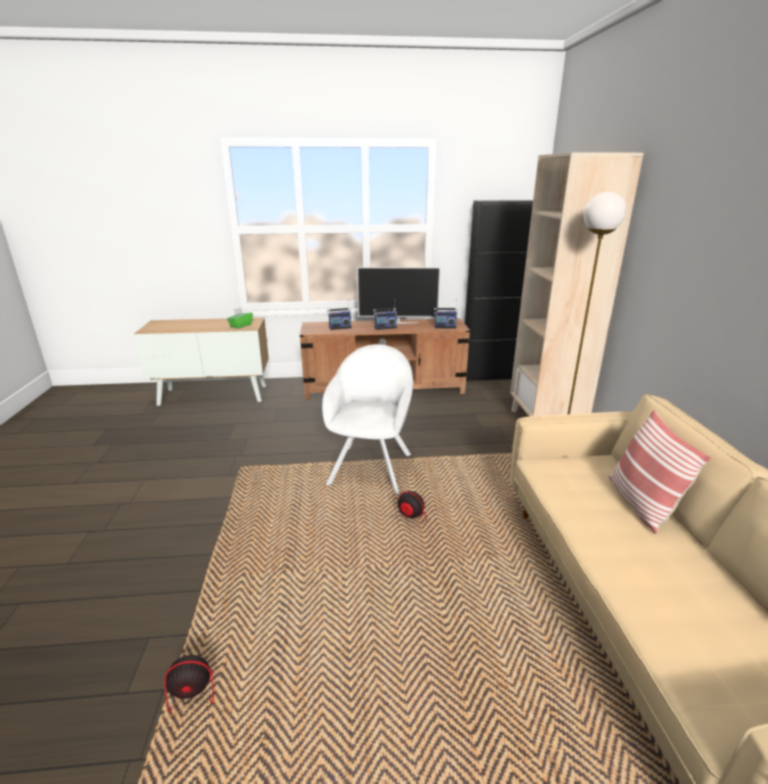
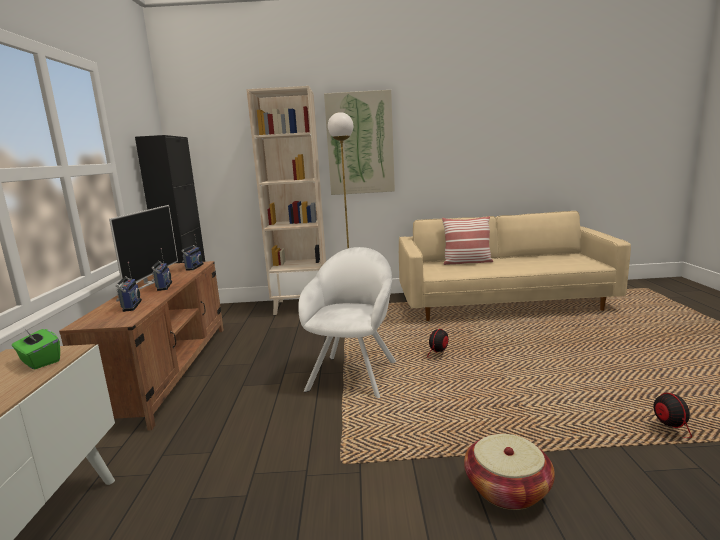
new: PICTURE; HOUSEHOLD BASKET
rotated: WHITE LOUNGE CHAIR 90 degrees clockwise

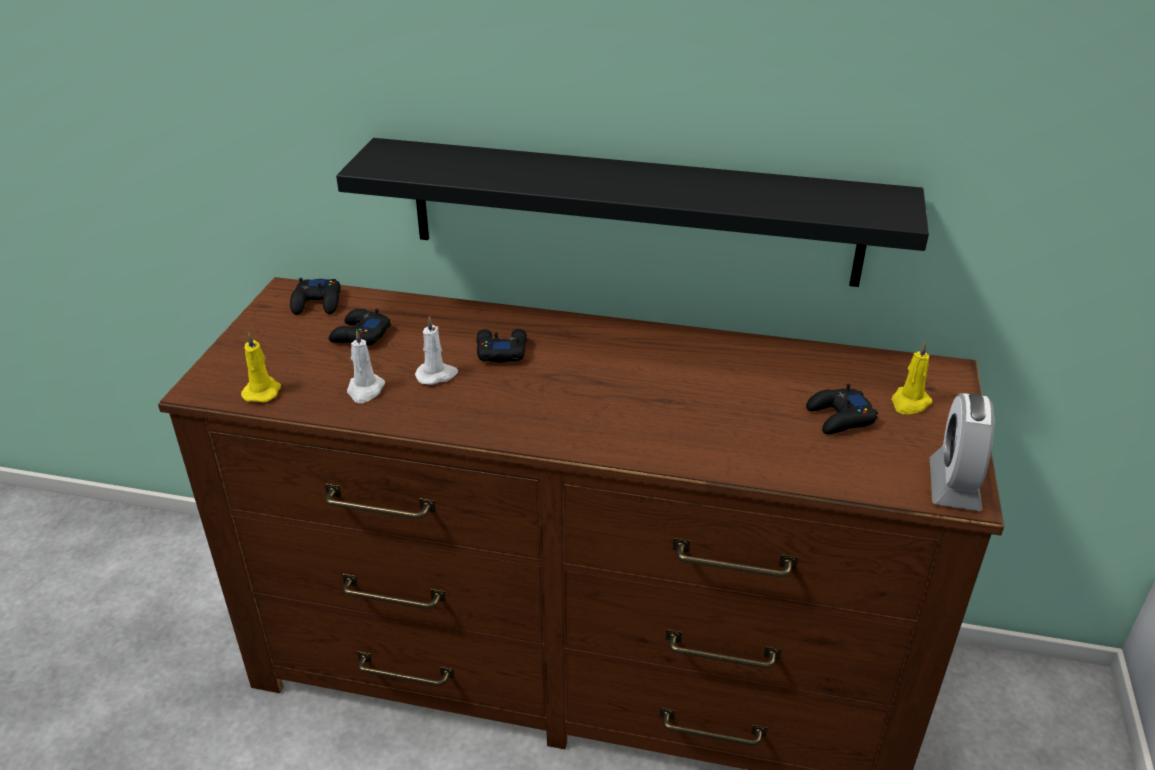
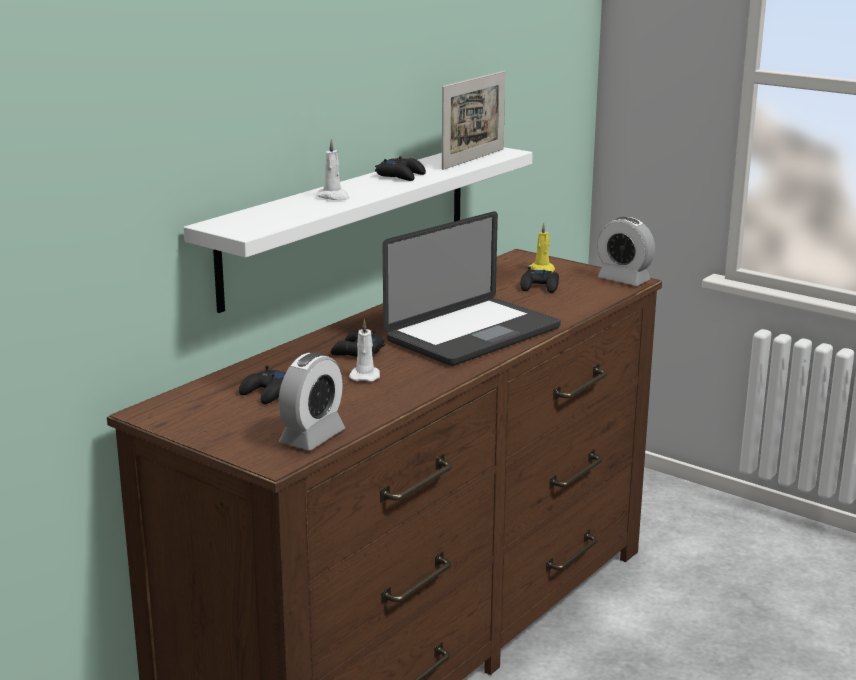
new: PICTURE FRAME; PORTABLE COMPUTER
shifted: BLACK-COLOURED GAME CONTROLLER (no. 1 from left in the first image) to BLACK-COLOURED GAME CONTROLLER (no. 3 from left); WHITE WAX LIGHT (no. 1 from left)
swapped: YELLOW-COLOURED WAX LIGHT (no. 1 from left) to BEDSIDE CLOCK (no. 1 from left)
repainted: BLACK-COLOURED WALL SHELF to WHITE WALL SHELF

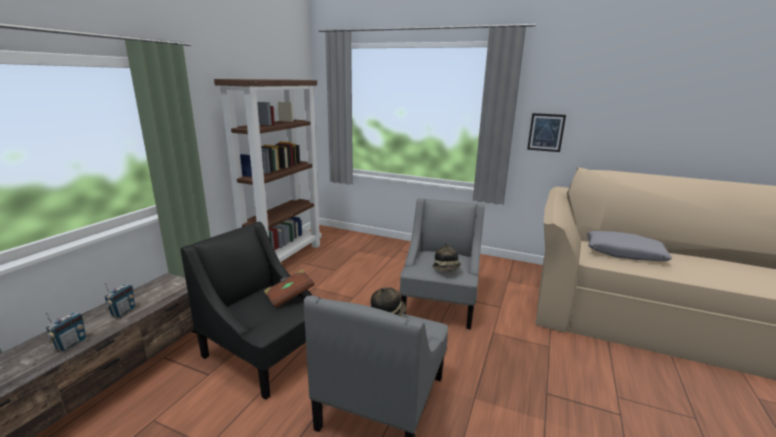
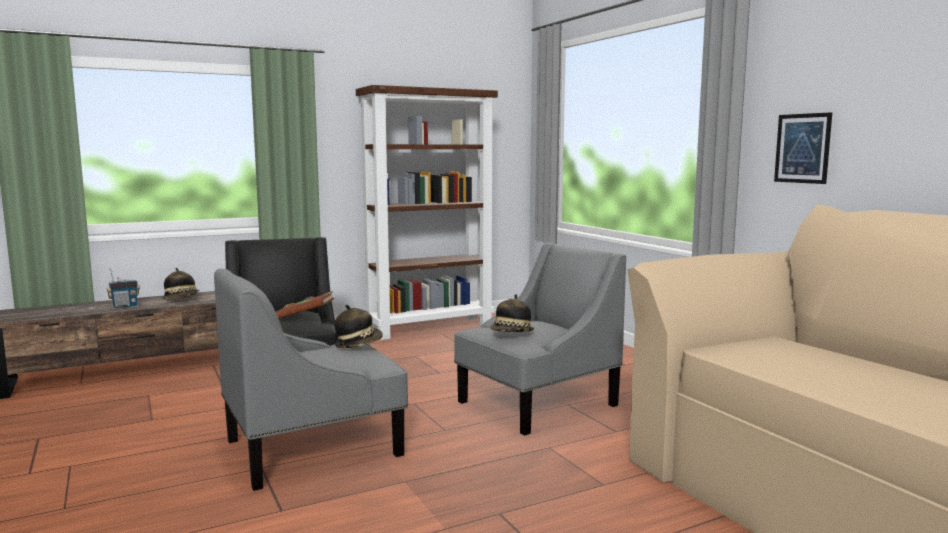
gone: GREY THROW PILLOW
swapped: RADIO (no. 2 from left) to HAT (no. 1 from left)

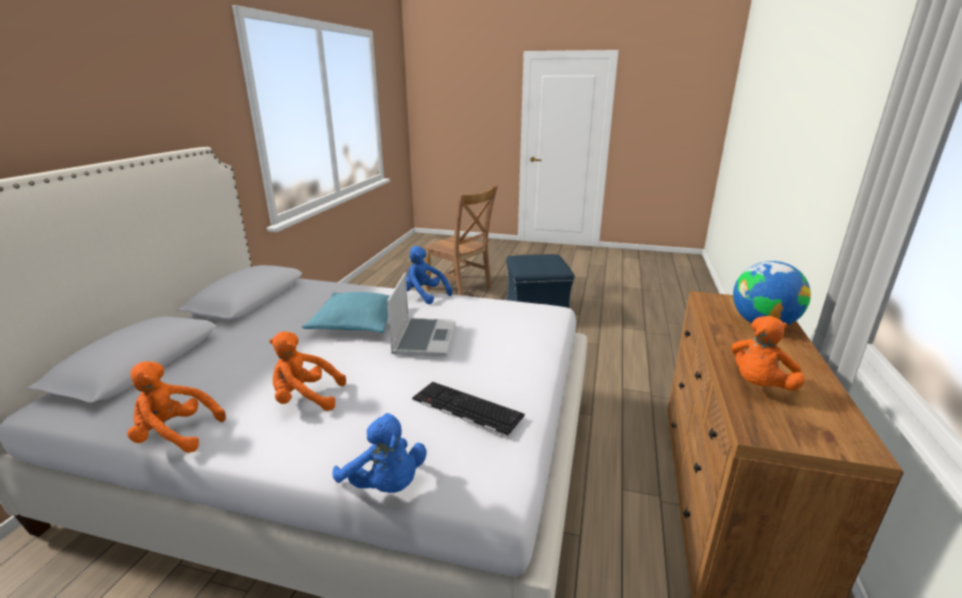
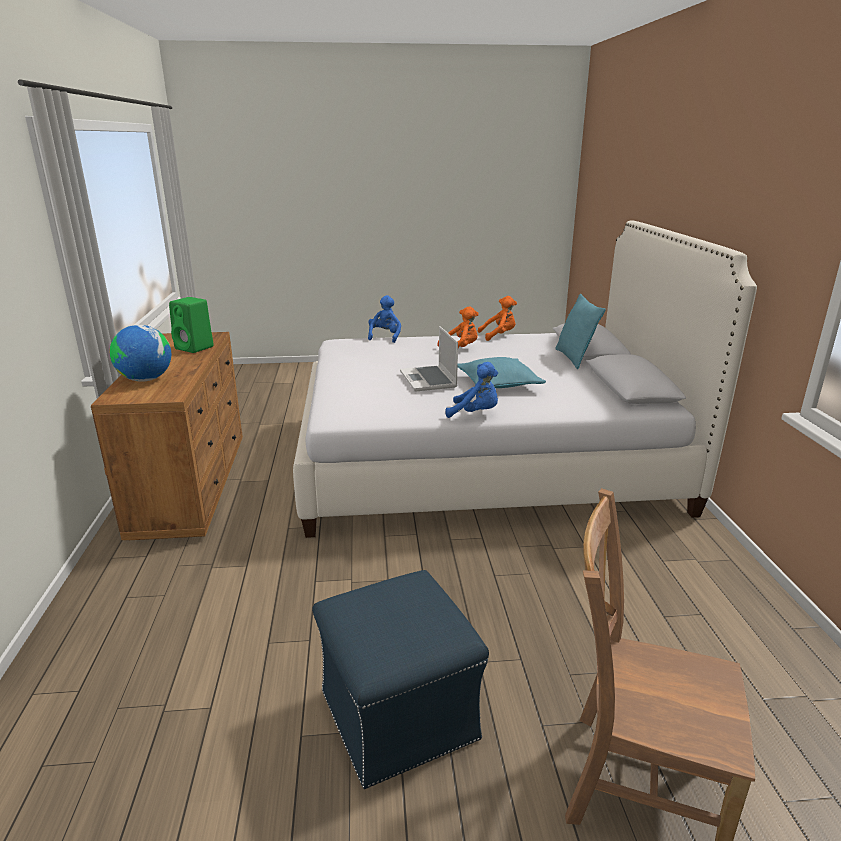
gone: COMPUTER KEYBOARD
new: TURQUOISE-COLOURED THROW PILLOW (no. 2 from left)
swapped: ORANGEY CUDDLY TOY (no. 3 from left) to GREEN SPEAKER
rotated: BLUE-COLOURED CUDDLY TOY (no. 1 from left) 75 degrees clockwise

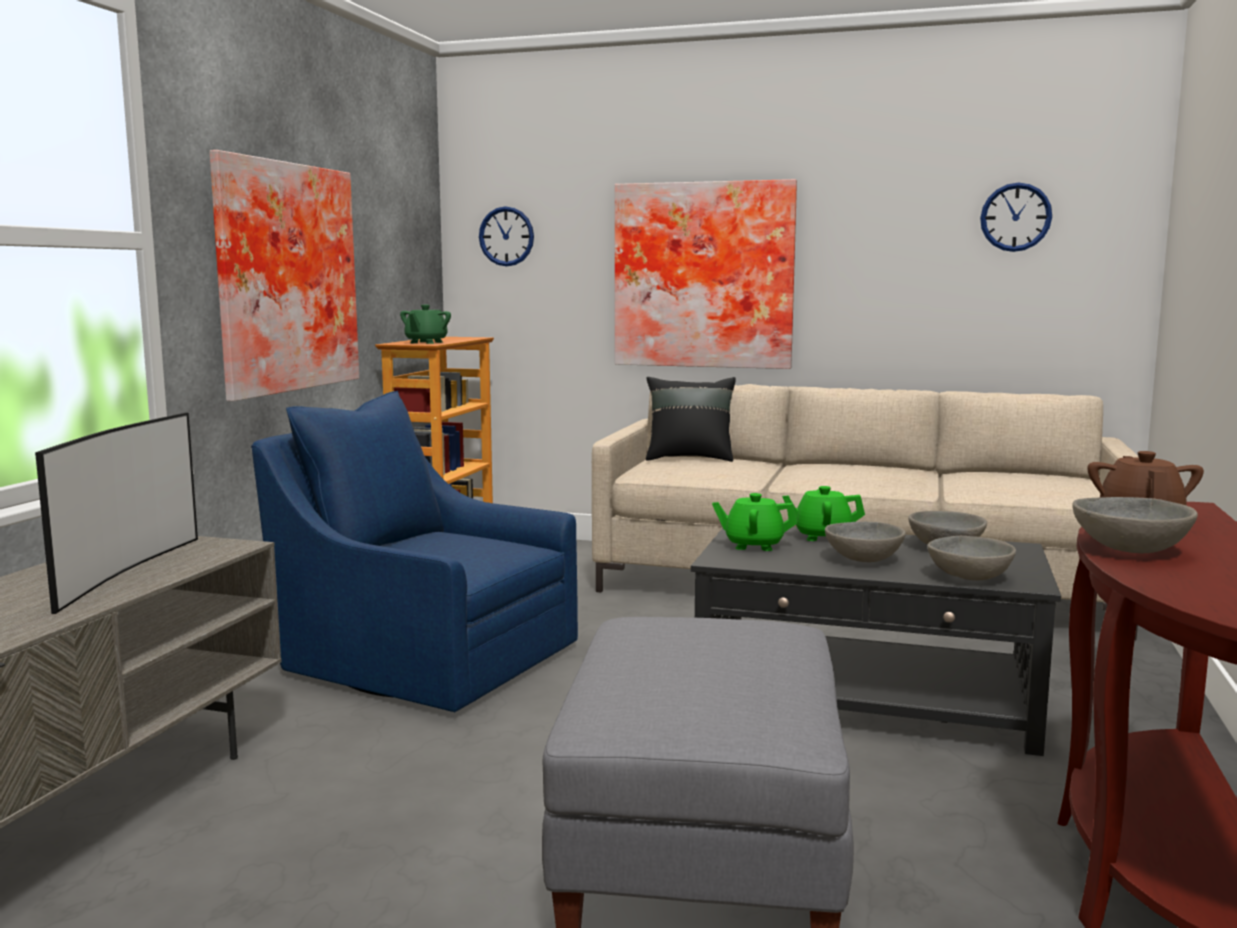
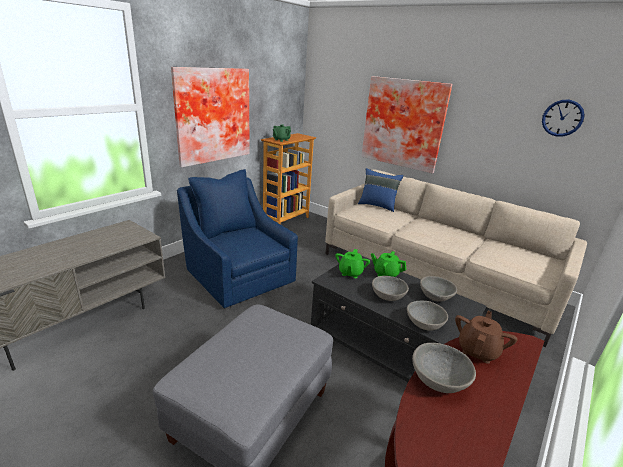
gone: HANGING CLOCK (no. 1 from left); TELEVISION
repainted: BLACK-COLOURED THROW PILLOW to BLUE-COLOURED THROW PILLOW
rotated: GREEN POT FOR TEA (no. 2 from left) 105 degrees counterclockwise

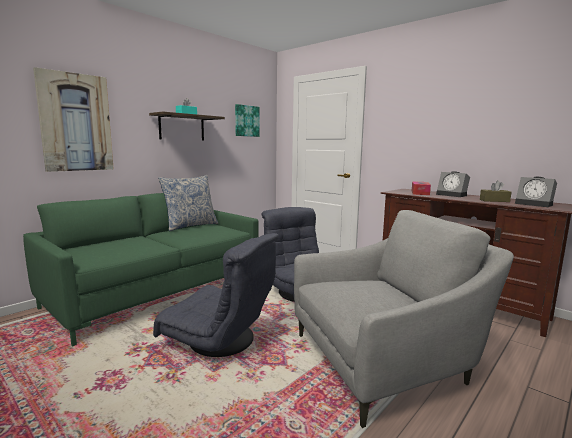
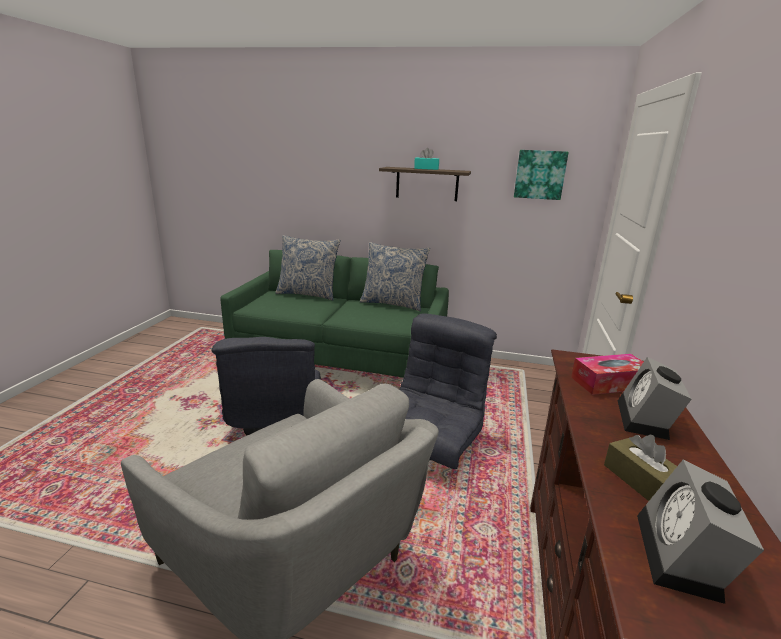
gone: PICTURE (no. 1 from left)
new: THROW PILLOW (no. 1 from left)

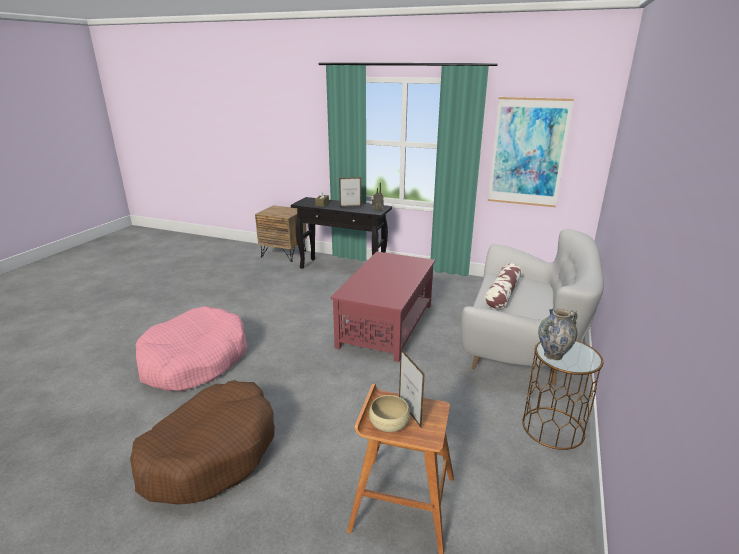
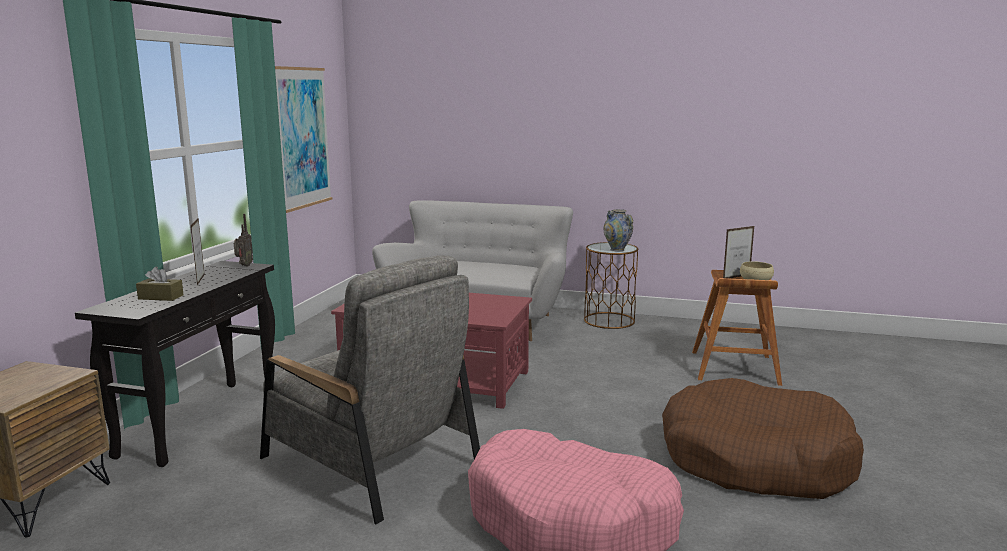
gone: THROW PILLOW
new: GREY LOUNGE CHAIR

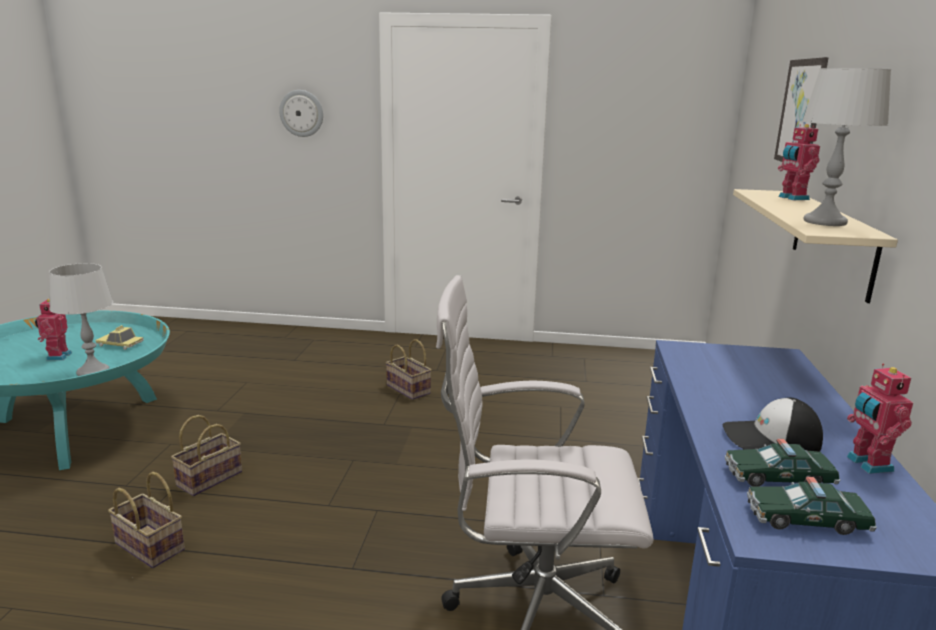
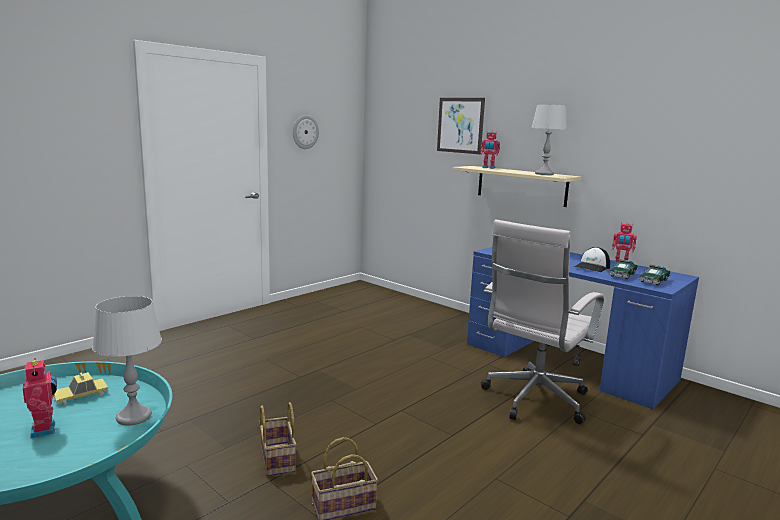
gone: HOUSEHOLD BASKET (no. 3 from left)
shifted: HANGING CLOCK
rotated: TOY ROBOT (no. 1 from left) 150 degrees counterclockwise

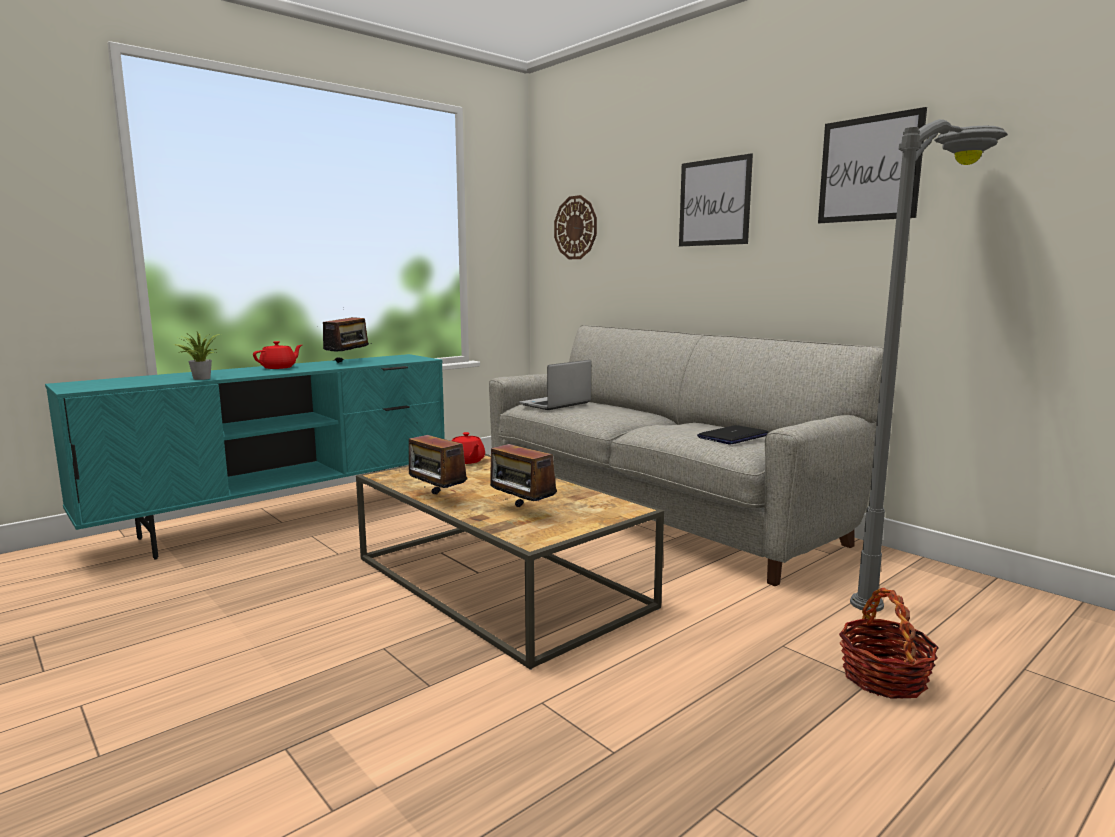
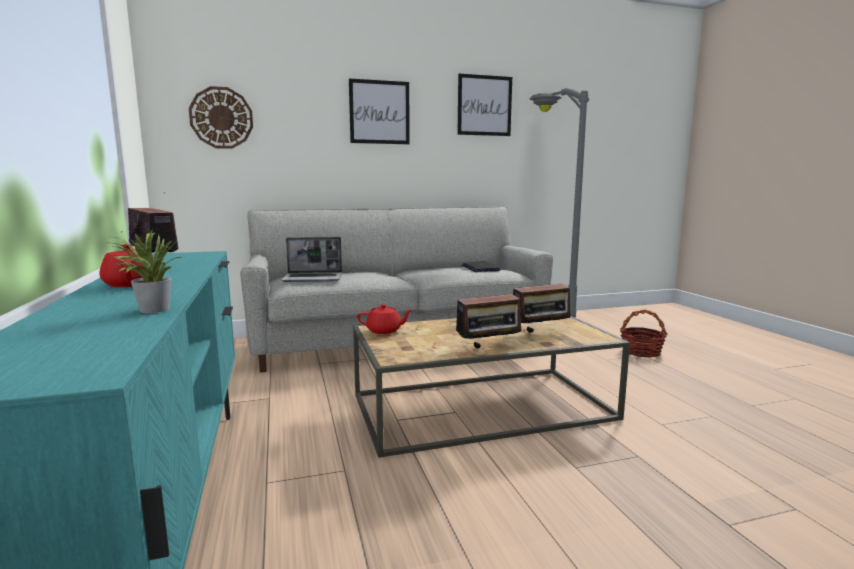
rotated: PORTABLE COMPUTER (no. 1 from left) 75 degrees counterclockwise

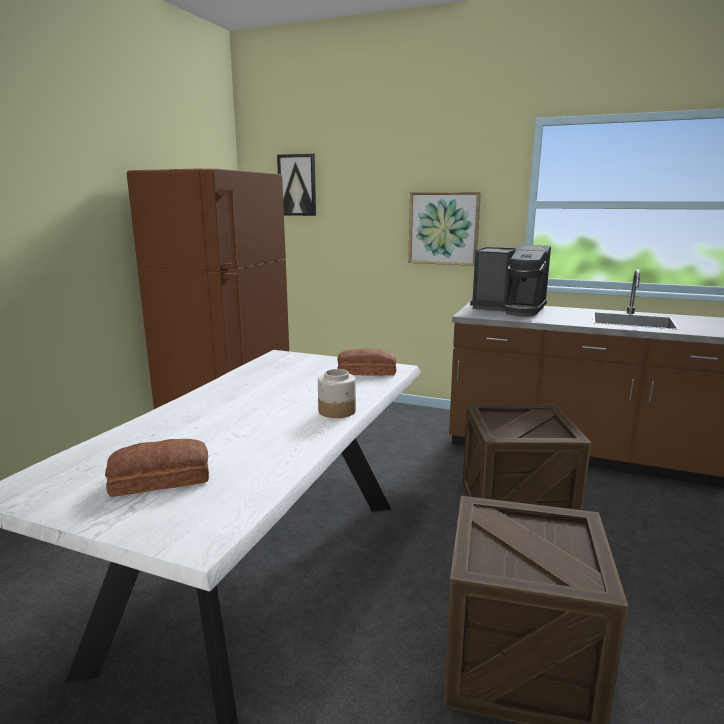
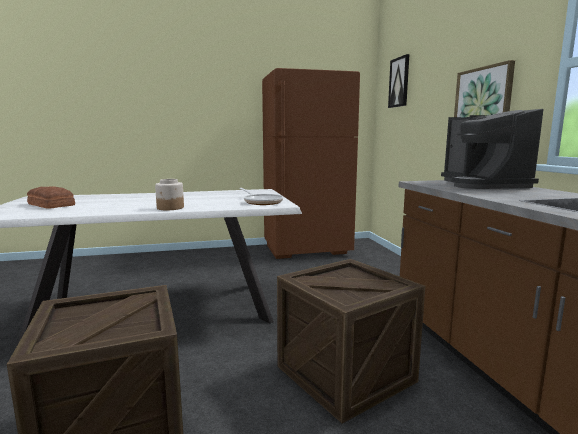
swapped: BREAD (no. 2 from left) to PAN

